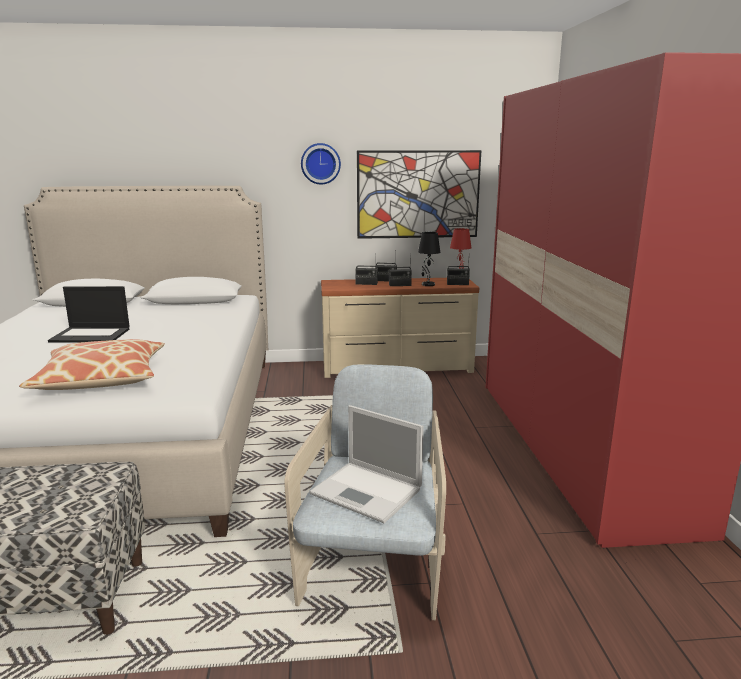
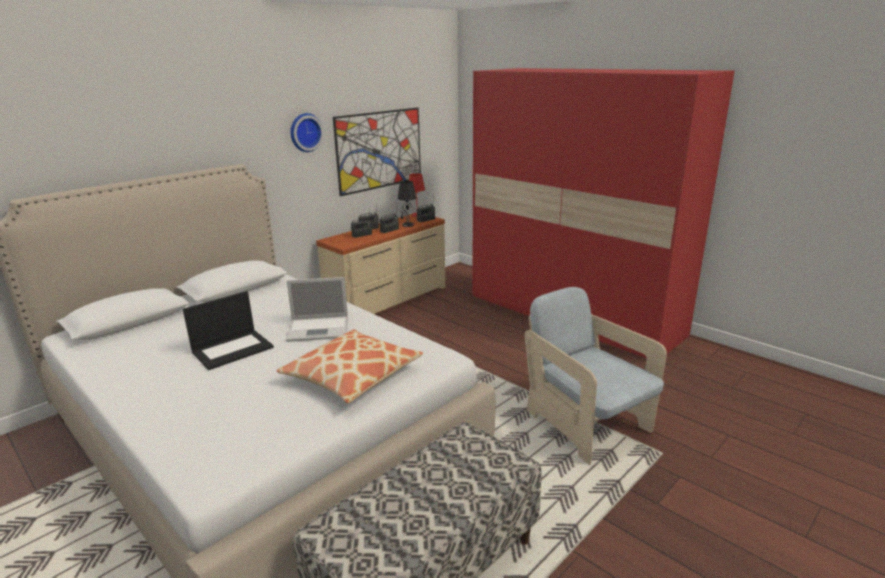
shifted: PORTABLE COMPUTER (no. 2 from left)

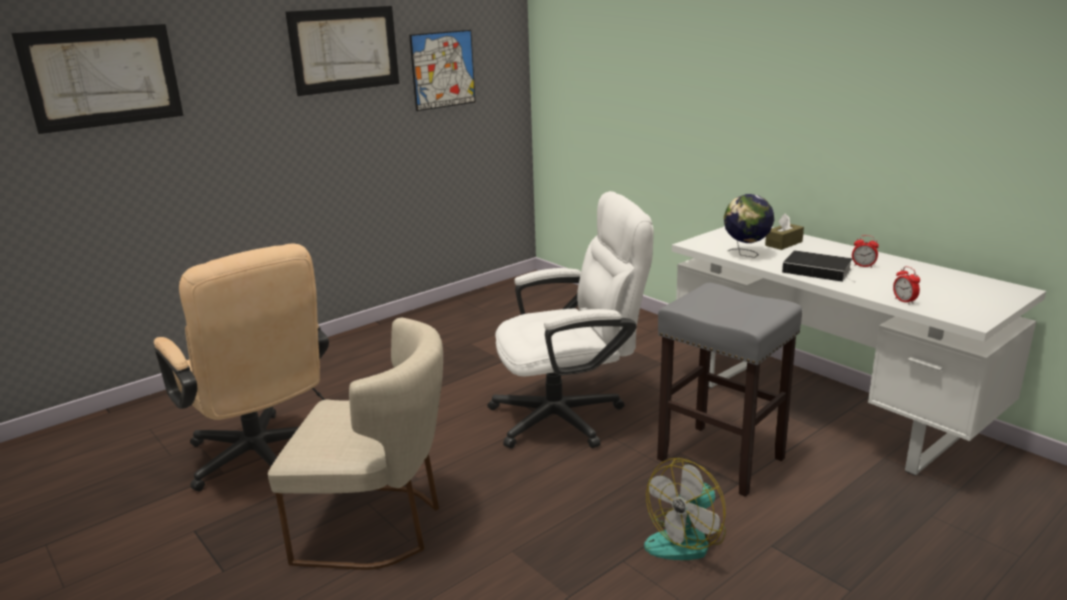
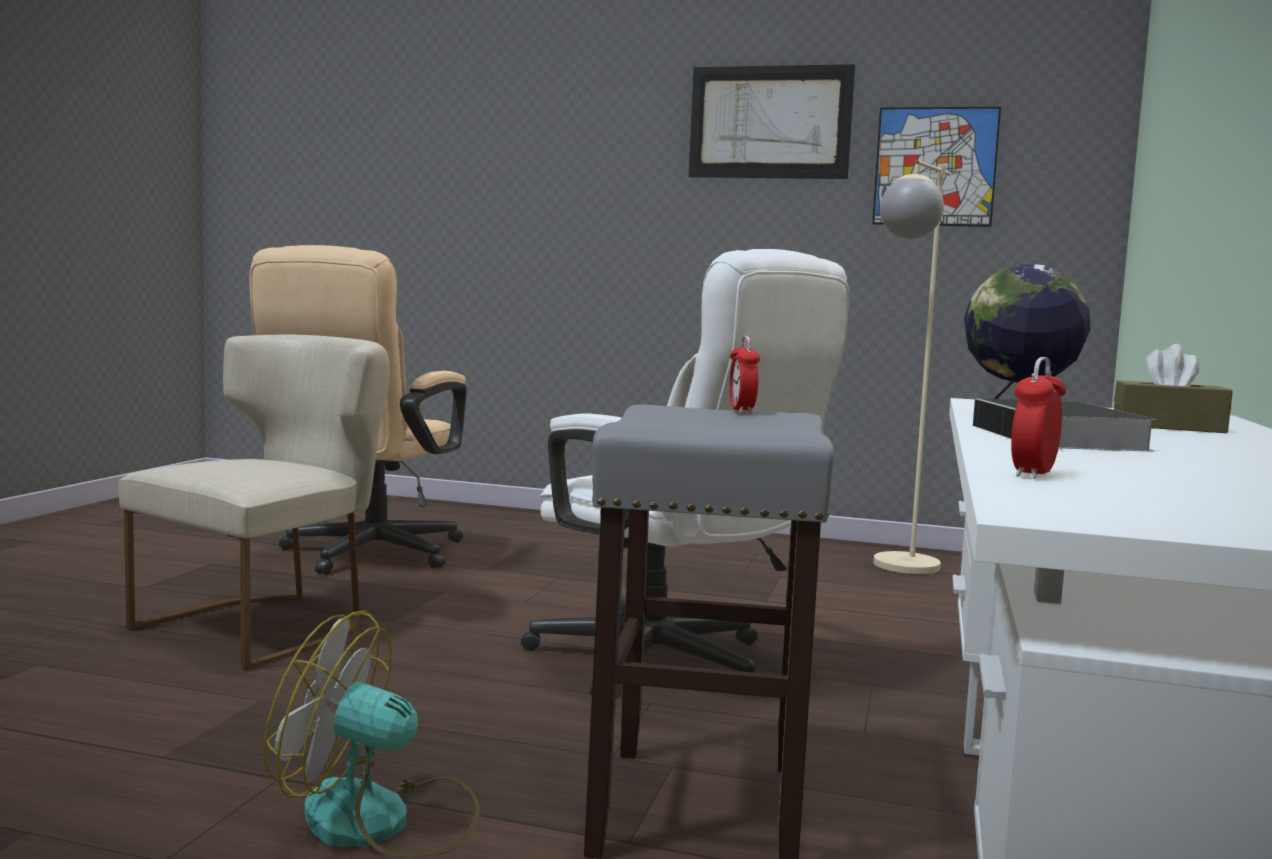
gone: PICTURE (no. 1 from left)
new: BEIGE STANDING LAMP
shifted: BEDSIDE CLOCK (no. 1 from left)
rotated: BEIGE PLAIN CHAIR 120 degrees counterclockwise

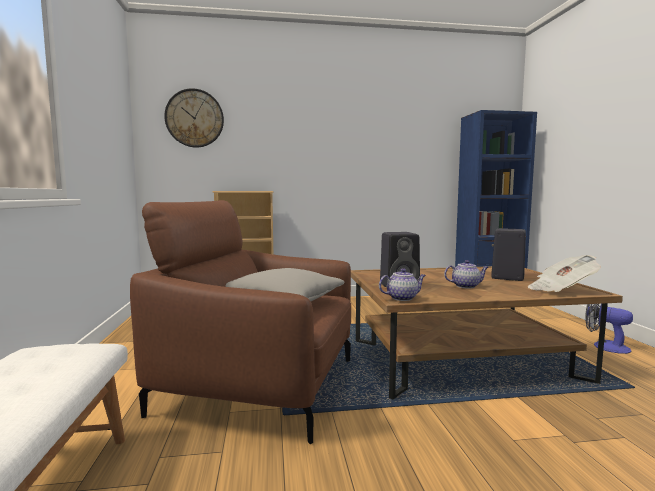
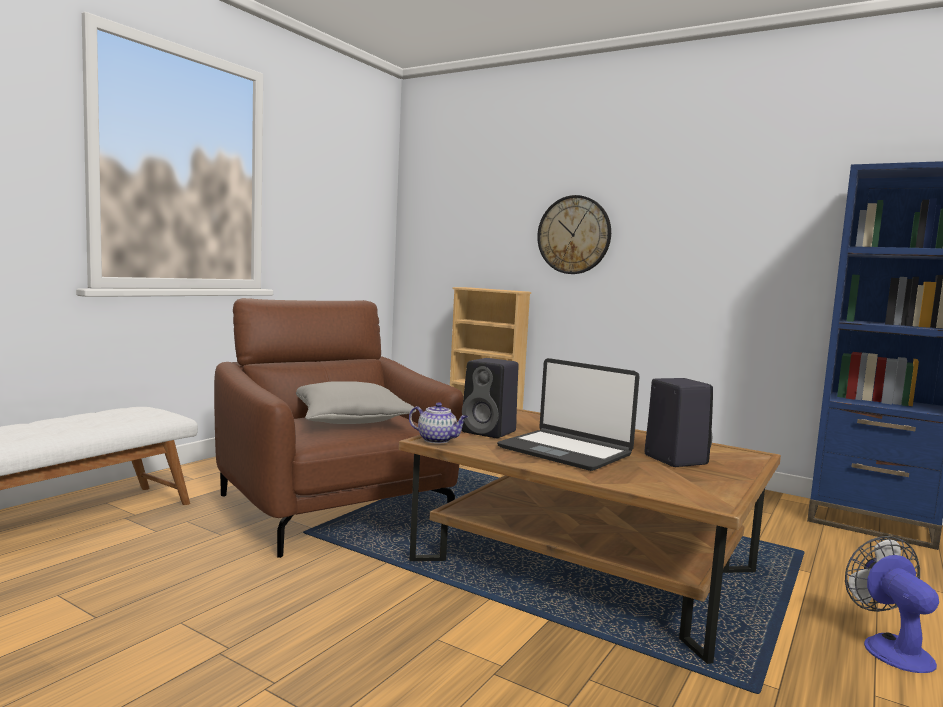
gone: NEWSPAPER
shifted: HANGING CLOCK
swapped: POT FOR TEA (no. 2 from left) to PORTABLE COMPUTER

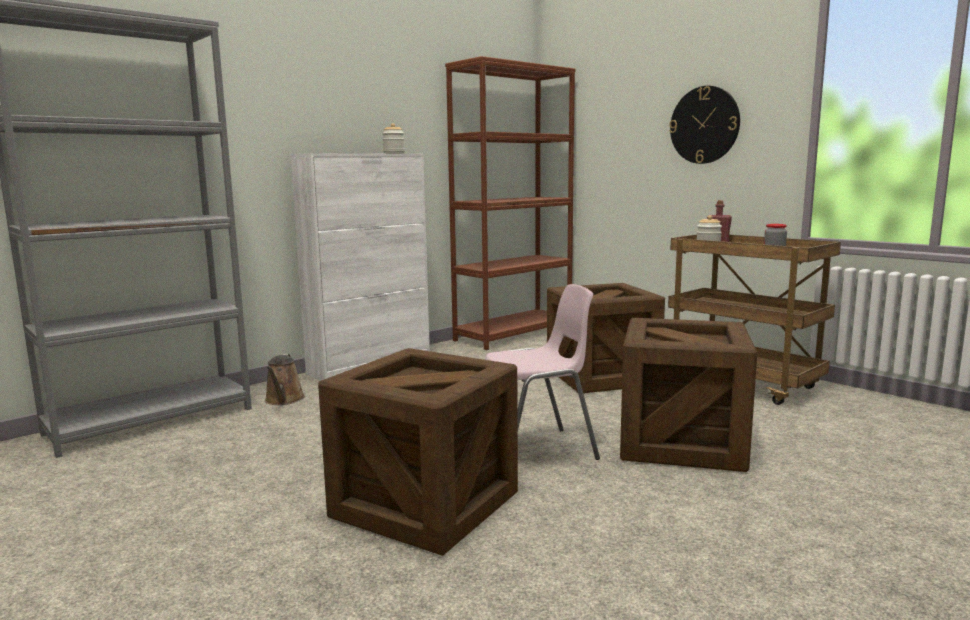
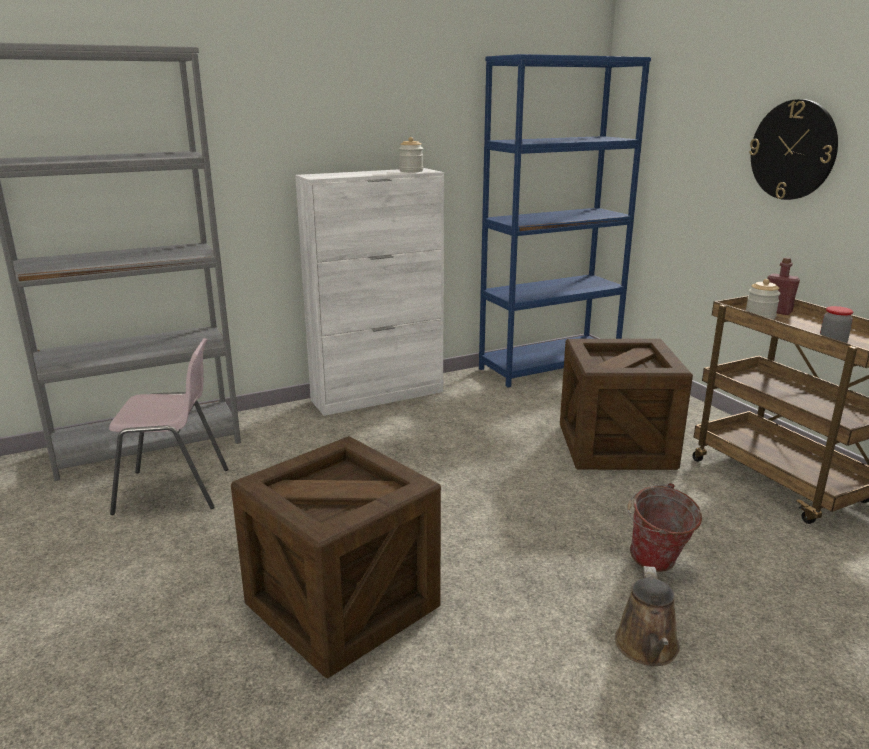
shifted: PINKISH PLAIN CHAIR; BROWNISH WATERING POT
swapped: SHIPPING CRATE (no. 3 from left) to WATER BUCKET
repainted: BROWNISH BOOKSHELF to BLUE-COLOURED BOOKSHELF

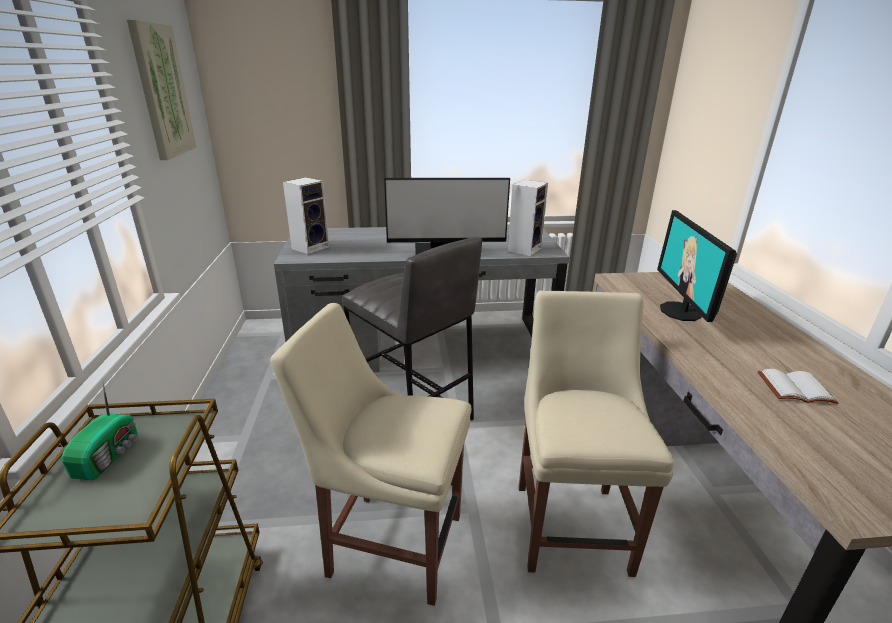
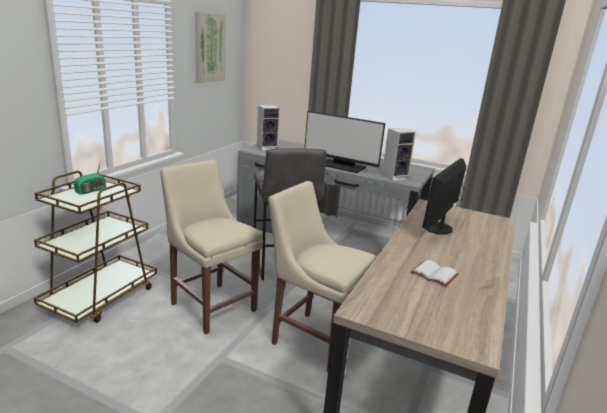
rotated: BEIGE PLAIN CHAIR (no. 2 from left) 90 degrees counterclockwise

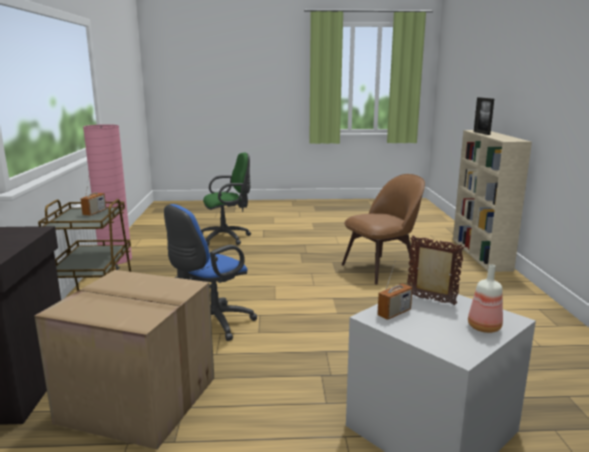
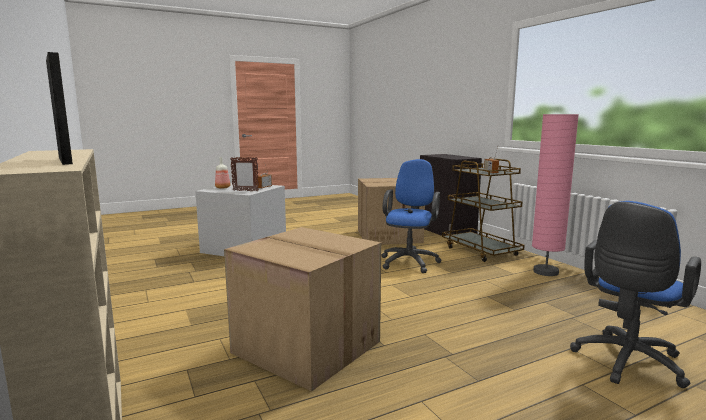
swapped: BROWNISH PLAIN CHAIR to CARDBOARD BOX (no. 1 from left)
repainted: GREEN DESK CHAIR to BLUE-COLOURED DESK CHAIR (no. 2 from left)

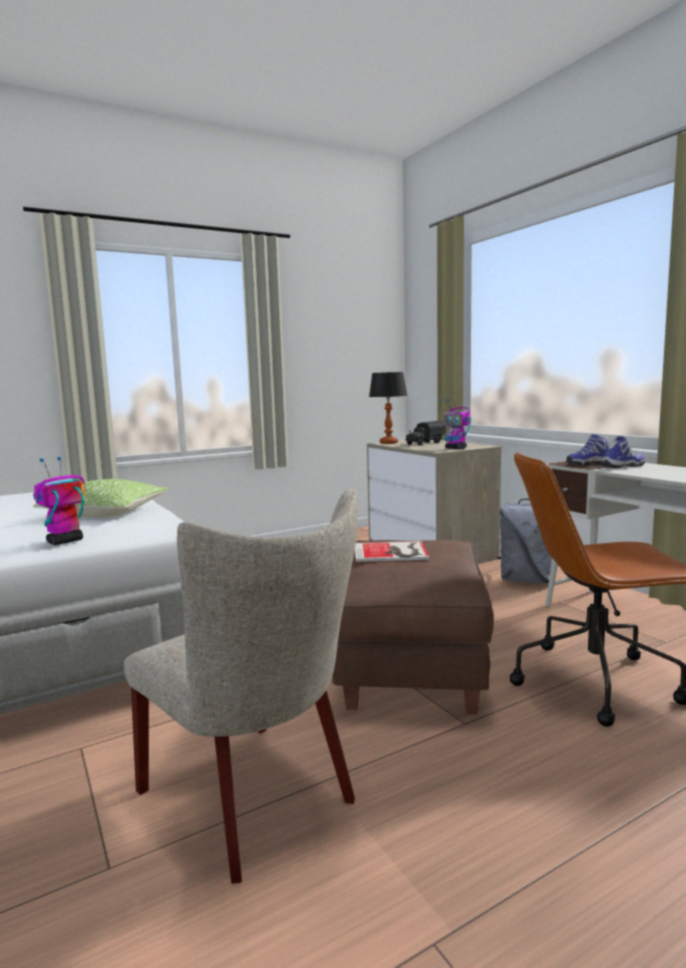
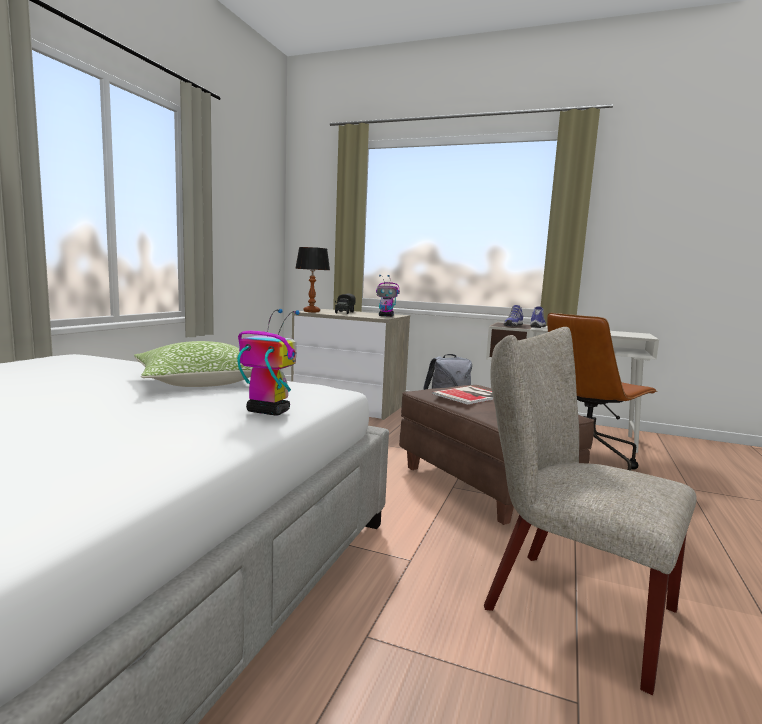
rotated: TOY ROBOT (no. 1 from left) 105 degrees clockwise; BEIGE PLAIN CHAIR 150 degrees counterclockwise

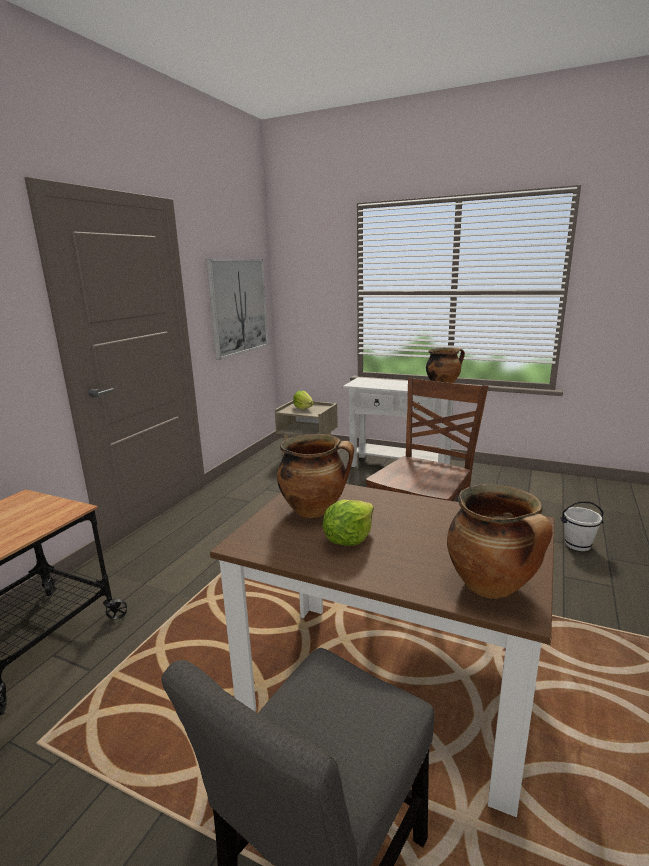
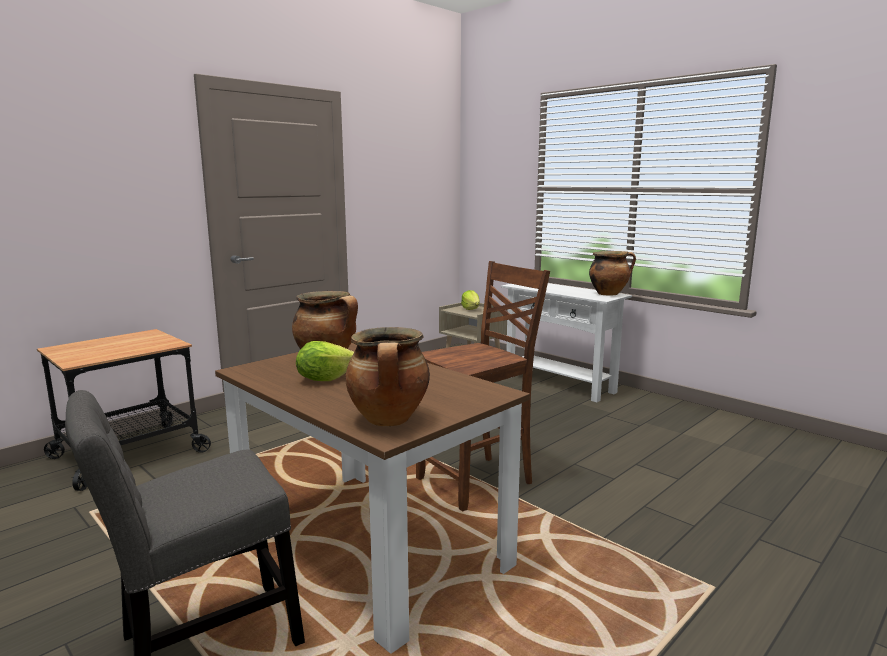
gone: PICTURE; WHITE WATER BUCKET

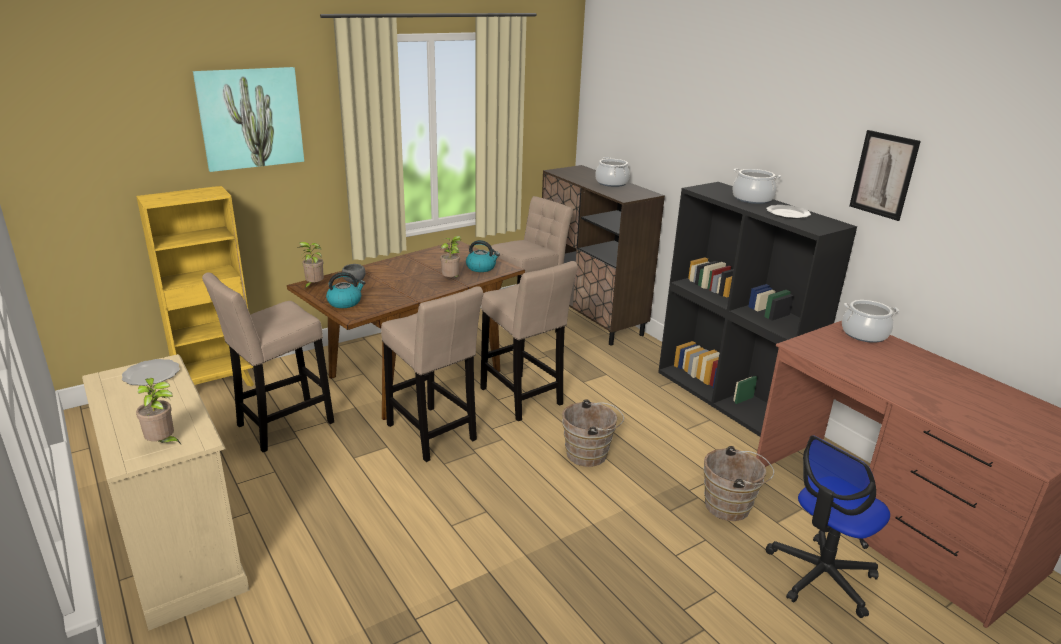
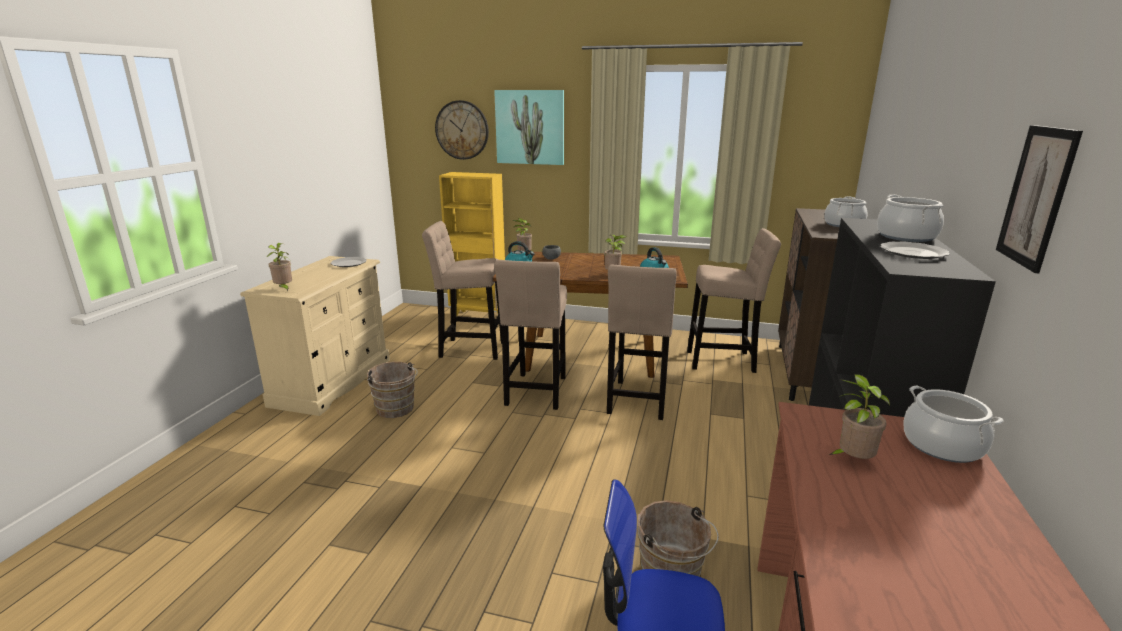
new: HANGING CLOCK; HOUSEPLANT (no. 4 from left)
shifted: BROWNISH WATER BUCKET (no. 1 from left)

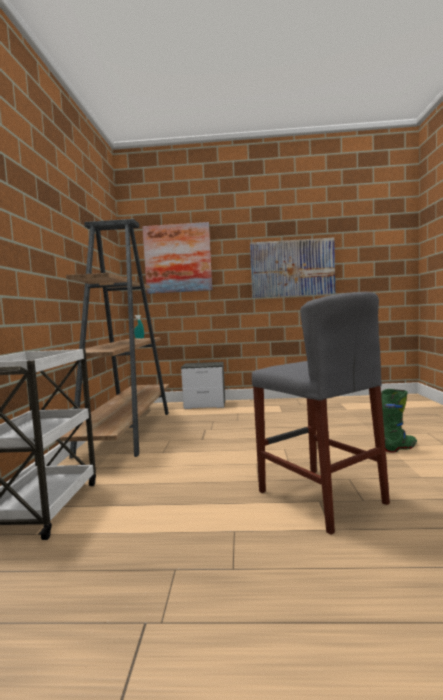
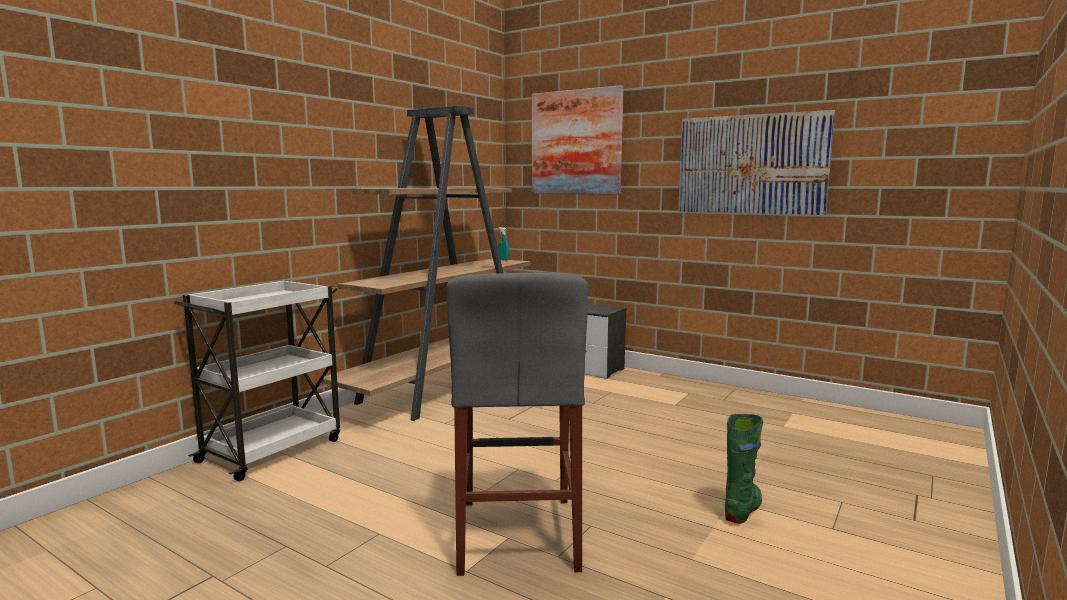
rotated: GREEN HIGH-TOP BOOT 60 degrees counterclockwise

